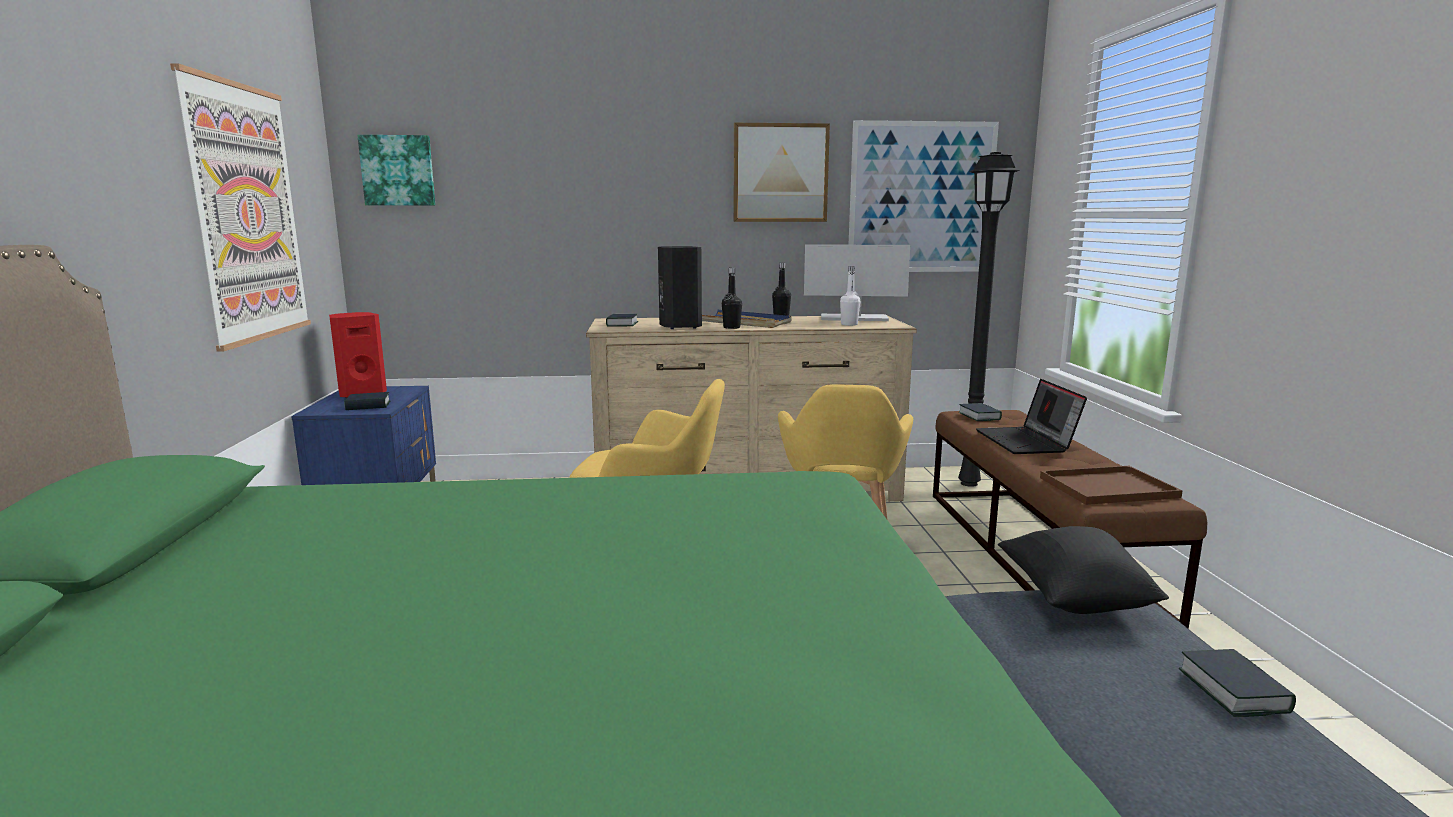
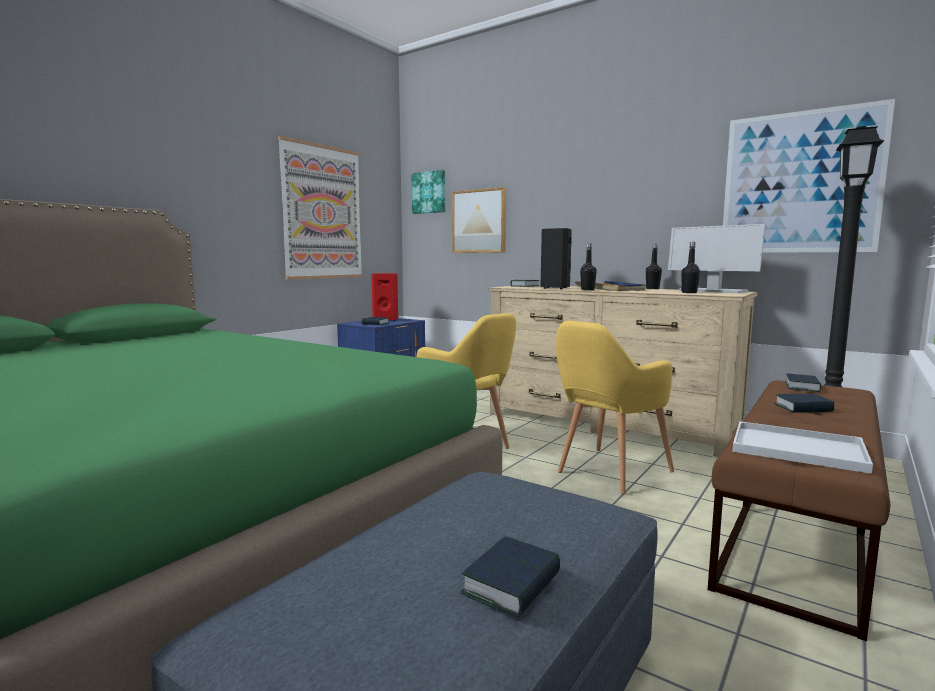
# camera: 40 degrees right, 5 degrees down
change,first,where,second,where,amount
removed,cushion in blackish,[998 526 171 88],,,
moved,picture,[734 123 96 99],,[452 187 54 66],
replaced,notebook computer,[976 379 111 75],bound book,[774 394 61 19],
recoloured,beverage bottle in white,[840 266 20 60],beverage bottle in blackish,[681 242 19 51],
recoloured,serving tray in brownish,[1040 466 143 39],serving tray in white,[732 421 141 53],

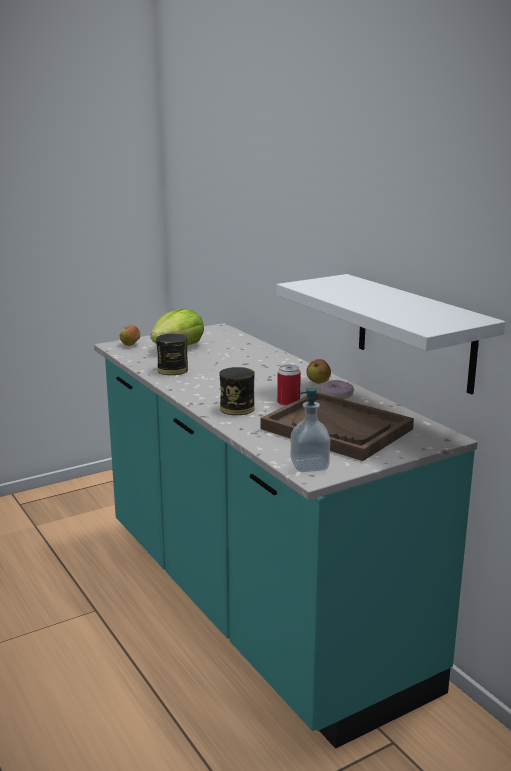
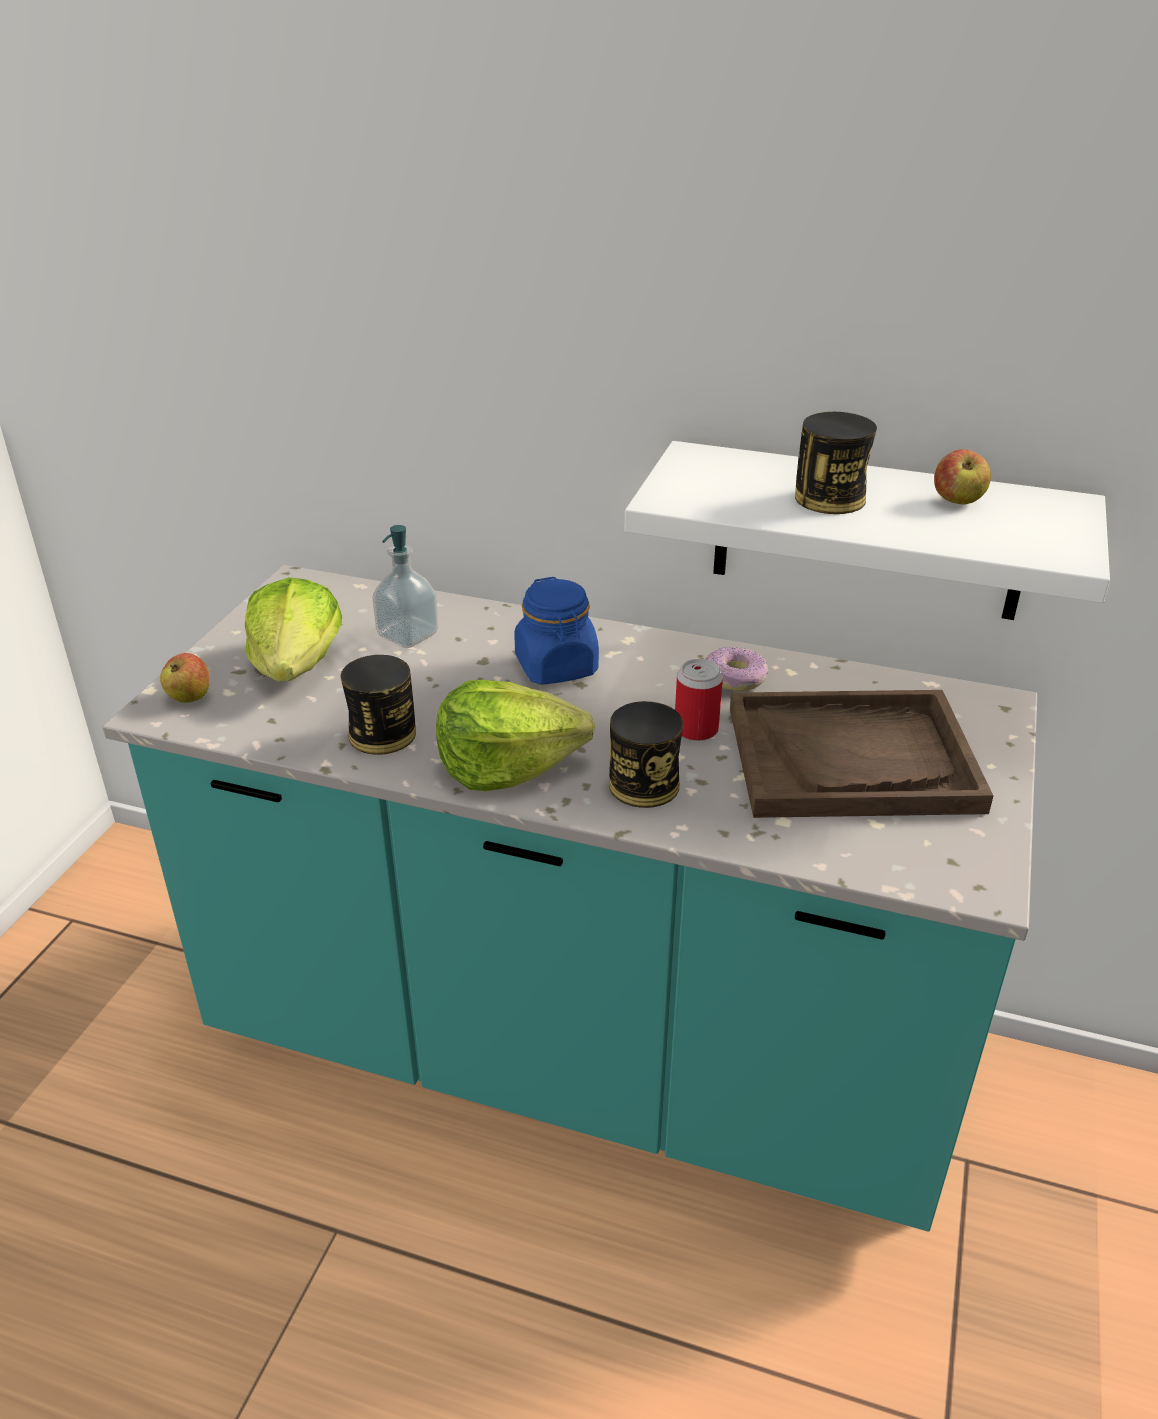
# camera: 40 degrees left, 15 degrees up
change,first,where,second,where,amount
added,,,lettuce,[436 680 159 111],
added,,,preserve jar in bluish,[515 577 84 108],
added,,,metal can,[795 412 82 102],
moved,liquid soap bottle,[291 388 39 84],,[372 525 67 123],
moved,whole apple,[306 359 25 25],,[934 449 57 56],

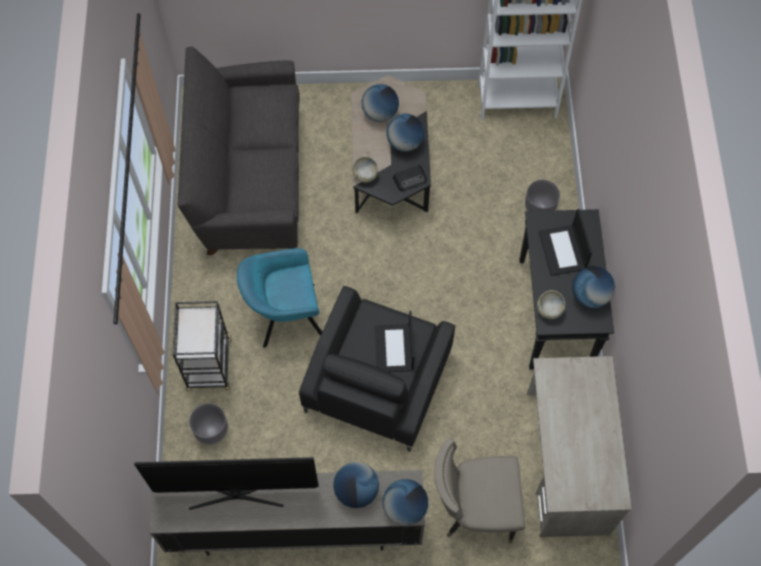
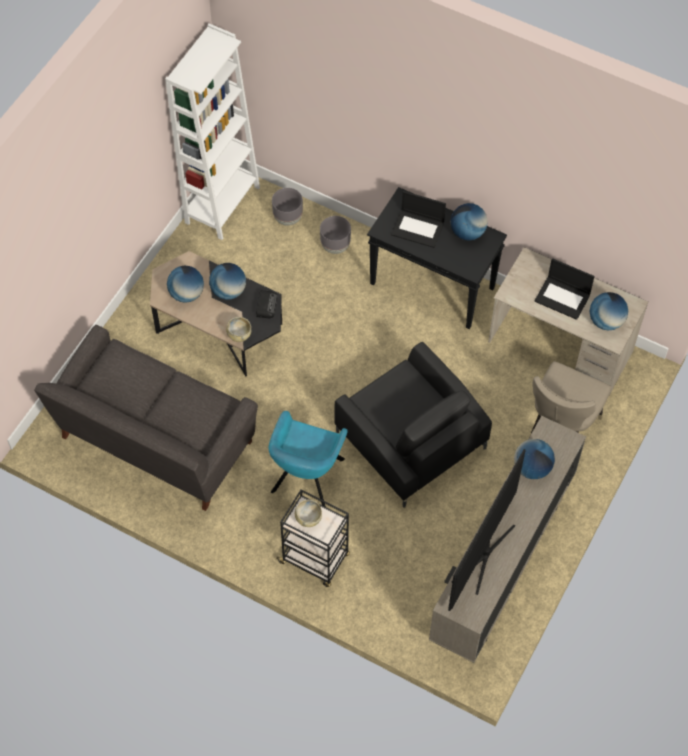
# camera: 60 degrees left, 5 degrees down
change,first,where,second,where,amount
moved,planter in gray,[189 403 39 42],,[272 188 31 38],
moved,notebook computer,[375 311 39 61],,[534 258 61 62],
moved,world globe,[382 479 46 47],,[590 292 38 38],
moved,deep dish in beige,[537 290 28 29],,[295 500 27 27],

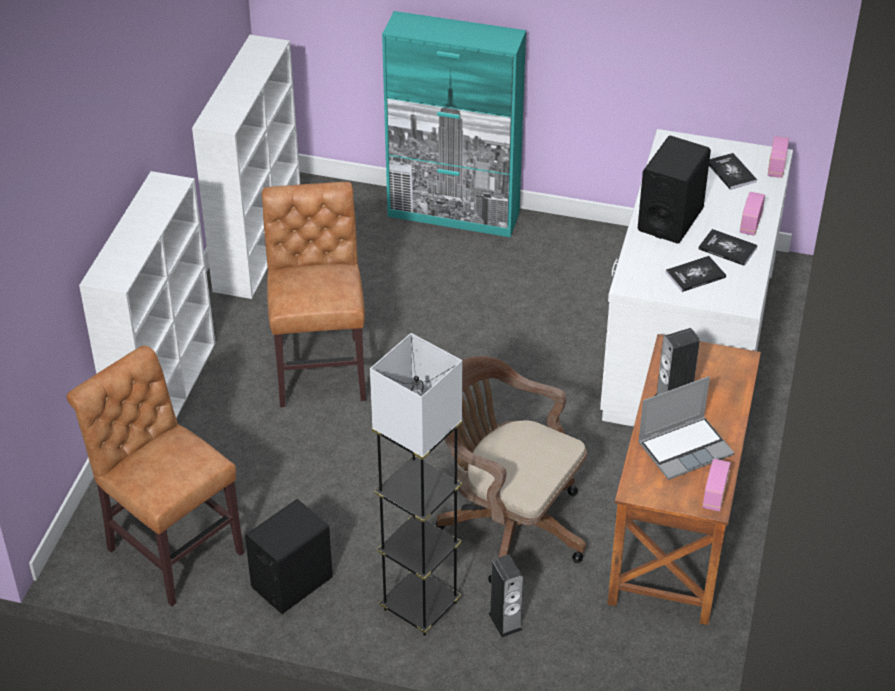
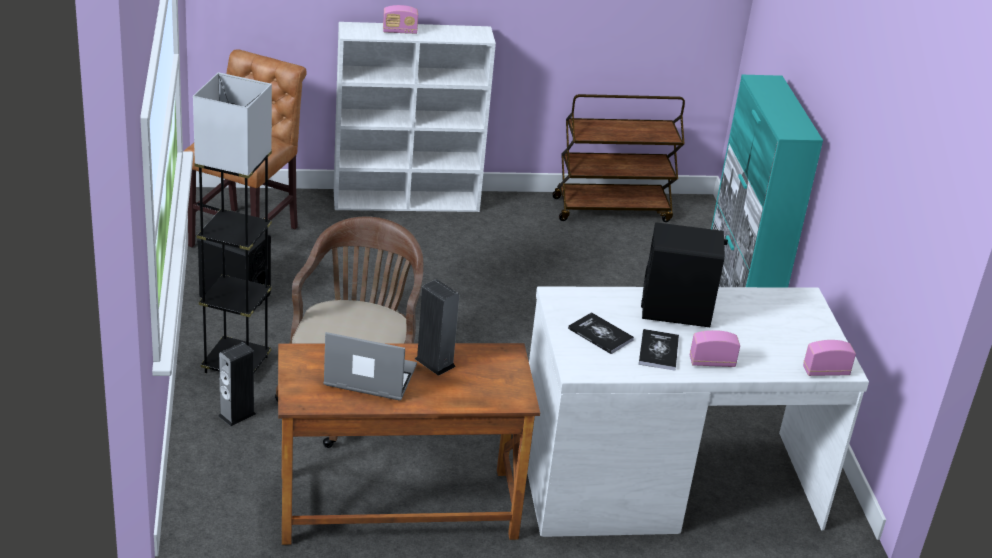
# camera: 65 degrees right, 10 degrees down
change,first,where,second,where,amount
removed,plain chair in brownish,[262 182 104 225],,,
removed,bound book,[709 153 48 37],,,
moved,radio set,[703 459 28 52],,[383 5 35 29],
replaced,bookshelf in white,[192 35 108 264],wheeled cart in brownish,[552 94 133 128],
turned,notebook computer,[638 376 96 104],,[323 332 94 68],150 degrees clockwise

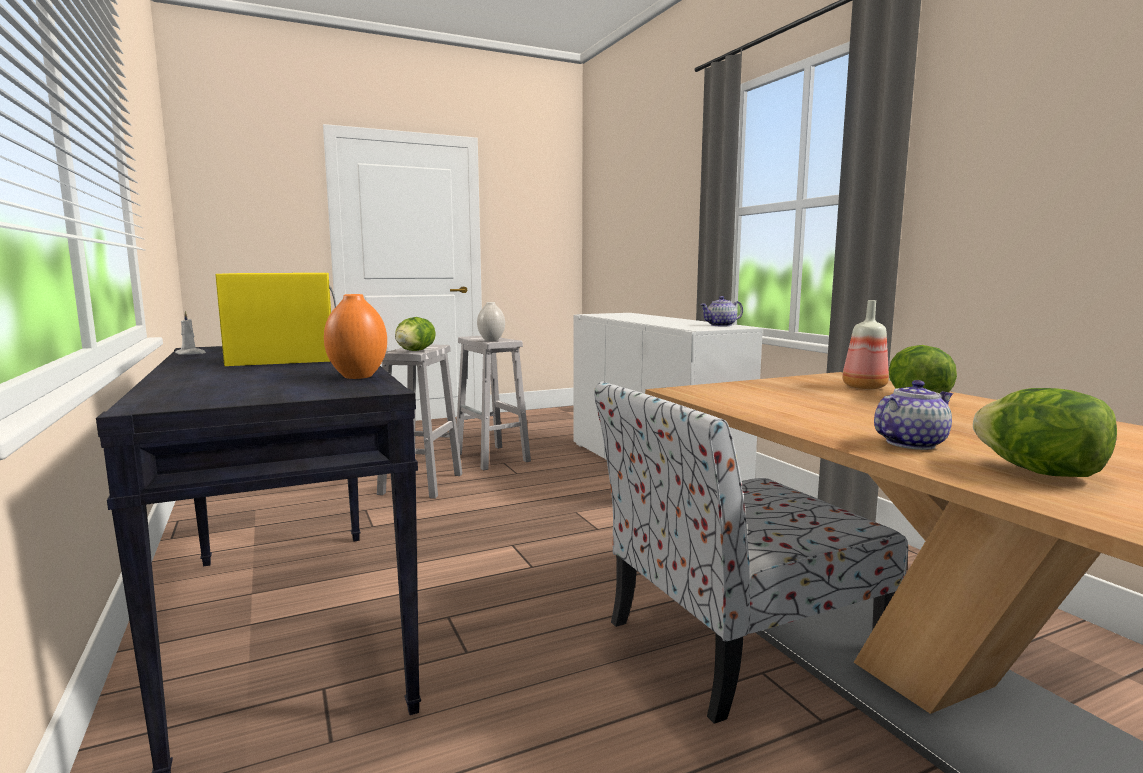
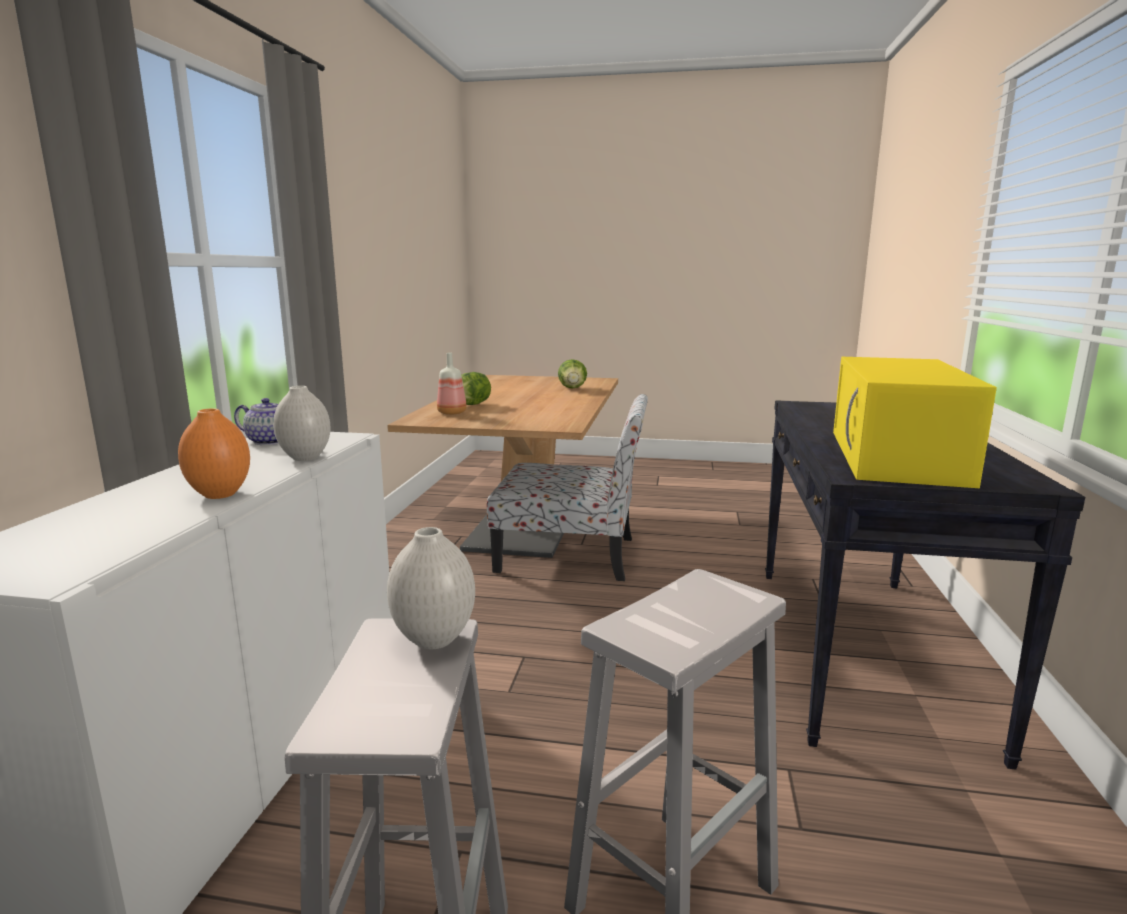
# camera: 145 degrees left, 5 degrees up
change,first,where,second,where,amount
removed,wax light in white,[175 311 31 44],,,
removed,lettuce,[395 317 41 34],,,
removed,teapot,[874 380 79 70],,,
added,,,vase in white,[273 386 58 75],
moved,vase in orange,[324 294 63 85],,[178 408 72 91],

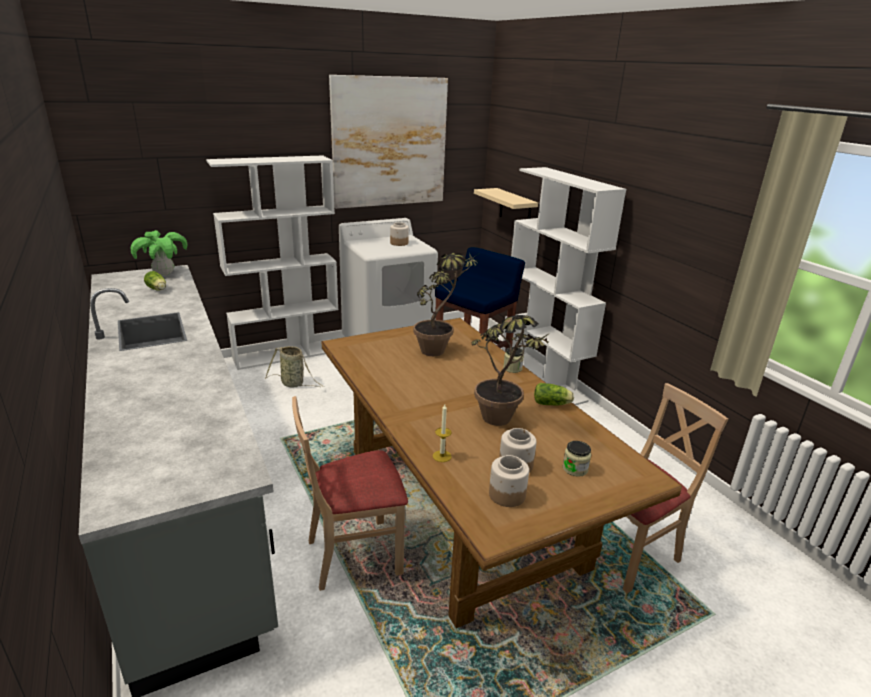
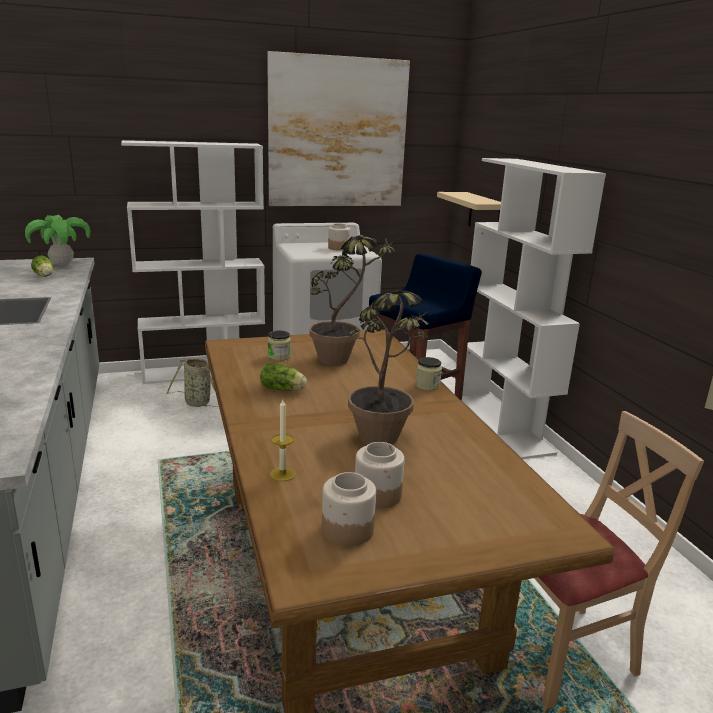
# camera: 10 degrees right, 5 degrees down
change,first,where,second,where,amount
removed,plain chair in beige,[292 396 116 195],,,
moved,lettuce,[534 383 40 22],,[260 362 47 29],
moved,preserve jar,[563 441 28 36],,[268 330 23 31],

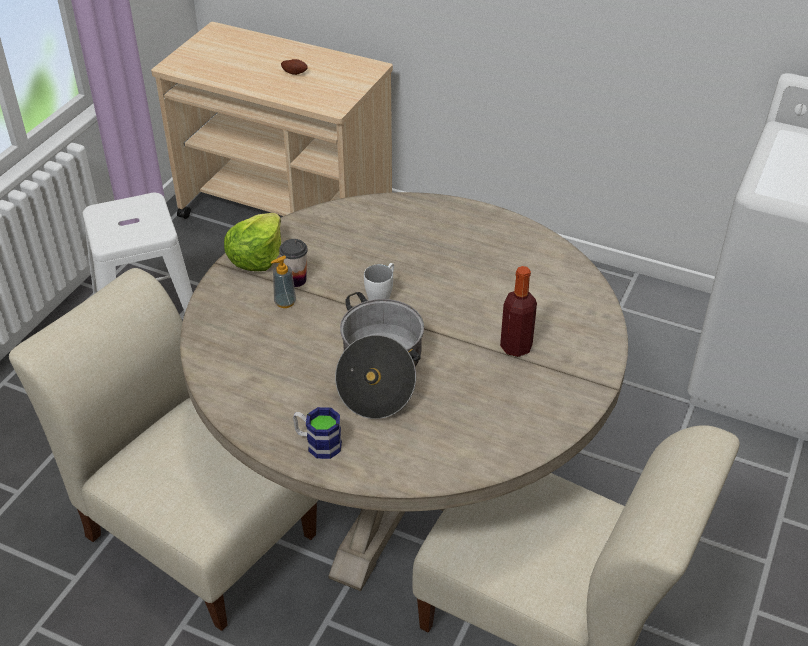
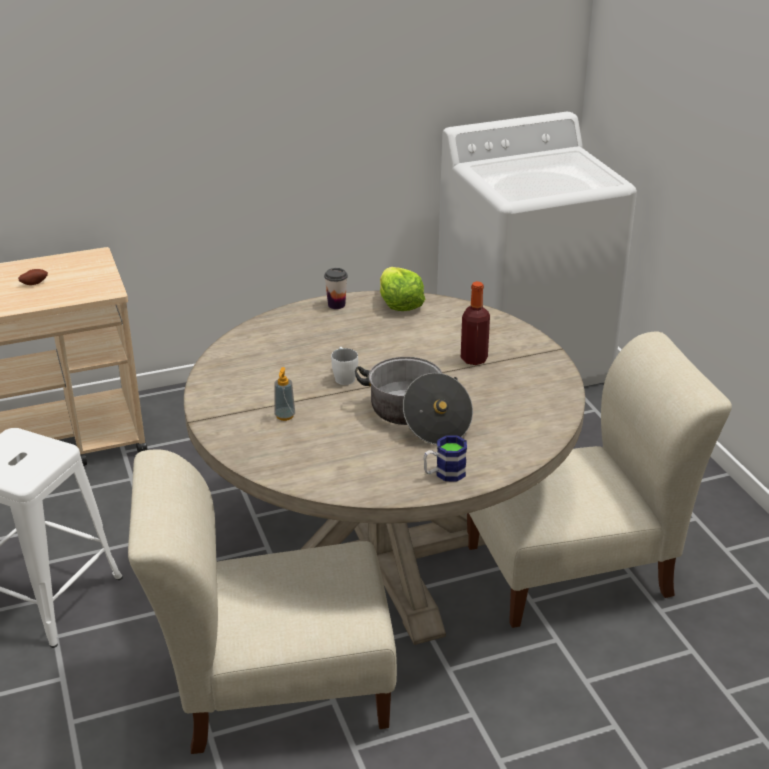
# camera: 45 degrees left, 10 degrees down
change,first,where,second,where,amount
moved,lettuce,[224 213 57 58],,[380 267 45 44],
moved,small cup,[279 239 29 48],,[324 268 24 41],

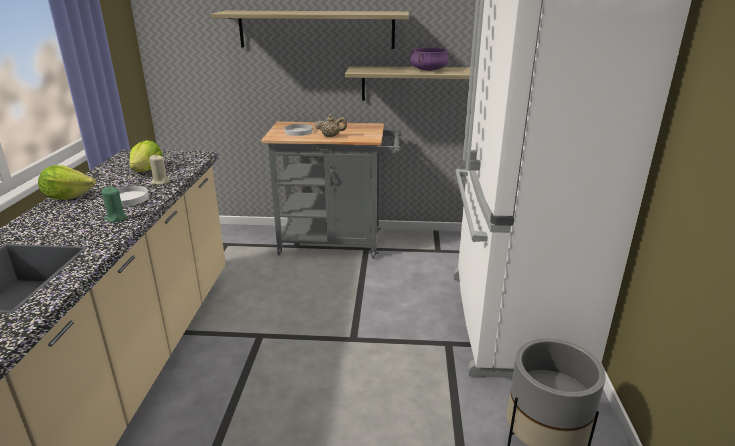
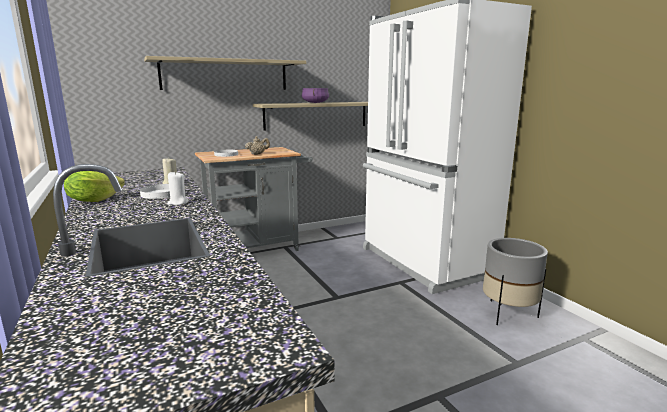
# camera: 30 degrees left, 10 degrees down
change,first,where,second,where,amount
removed,lettuce,[129 140 34 32],,,
recoloured,wax light in green-coloured,[101 187 26 36],wax light in white,[167 172 22 33],

